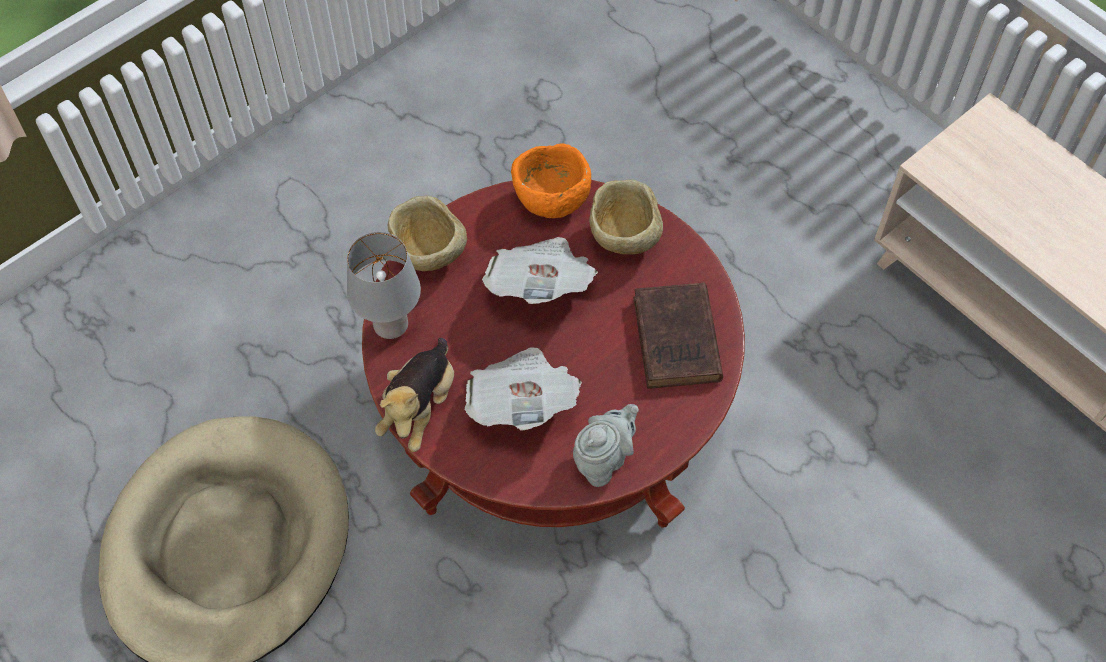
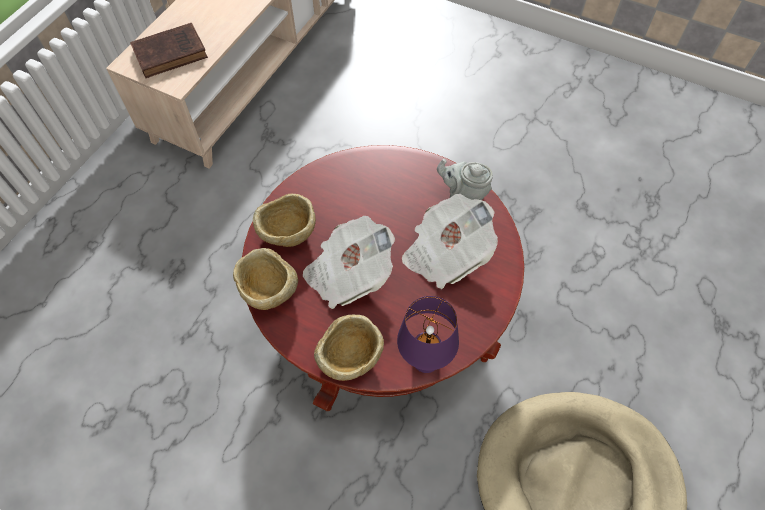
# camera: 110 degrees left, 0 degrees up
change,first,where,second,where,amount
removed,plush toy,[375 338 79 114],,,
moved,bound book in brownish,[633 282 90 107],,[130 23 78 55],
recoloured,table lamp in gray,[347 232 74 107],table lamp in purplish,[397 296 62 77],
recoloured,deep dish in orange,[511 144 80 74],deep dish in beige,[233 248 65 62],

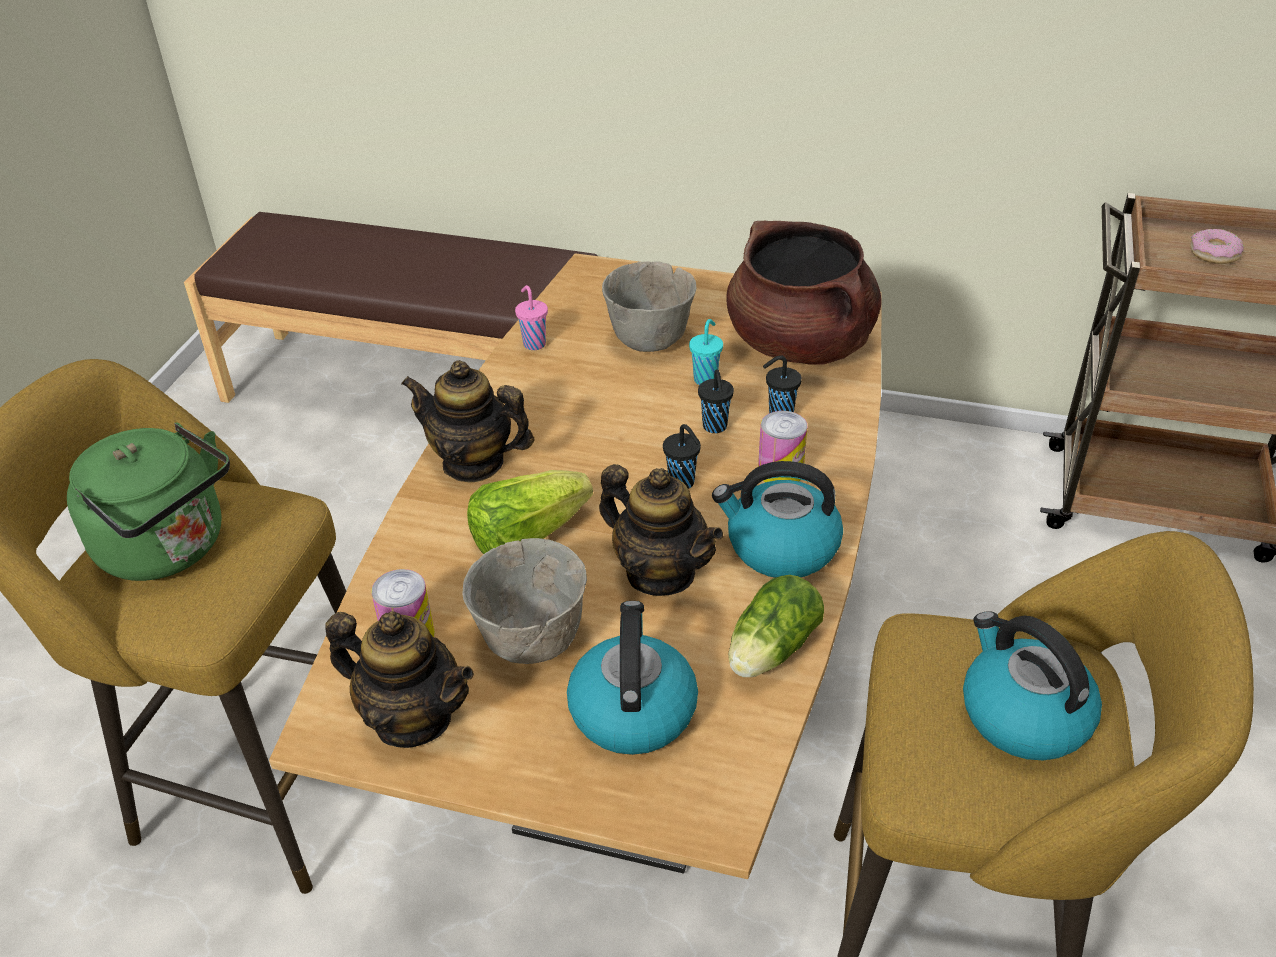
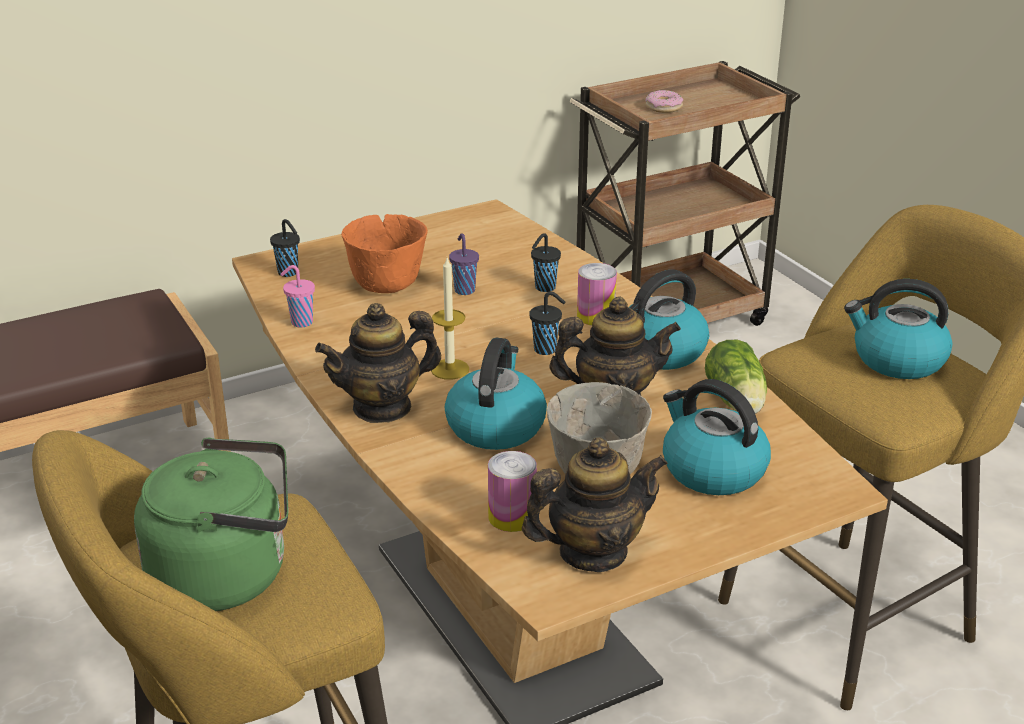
# camera: 45 degrees left, 10 degrees down
change,first,where,second,where,amount
removed,stockpot in brownish,[726 221 155 144],,,
added,,,wax light,[431 258 38 122],
moved,small cup in blackish,[698 369 36 64],,[270 219 30 58],
replaced,lettuce,[467 470 126 84],water kettle,[445 338 102 112],
recoloured,deep dish in gray,[602 261 94 91],deep dish in orange,[341 214 87 79],
recoloured,small cup in turquoise-coloured,[689 319 34 66],small cup in purplish,[449 233 30 62],

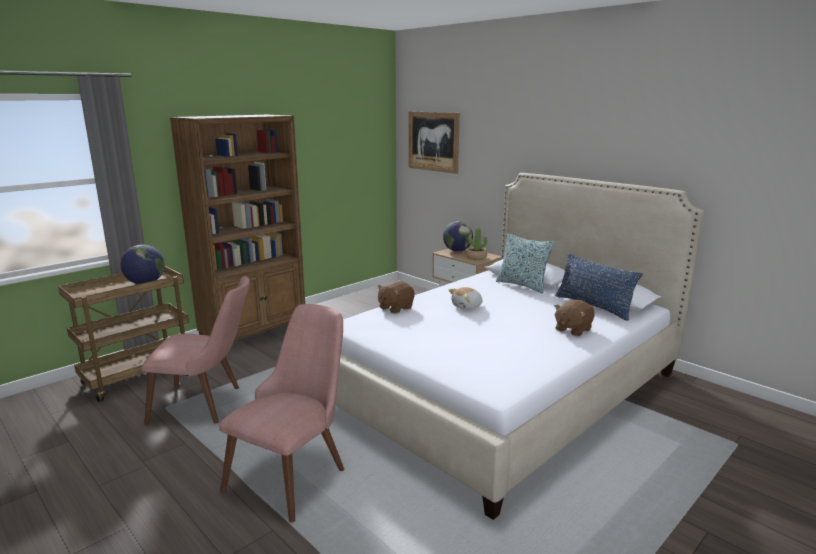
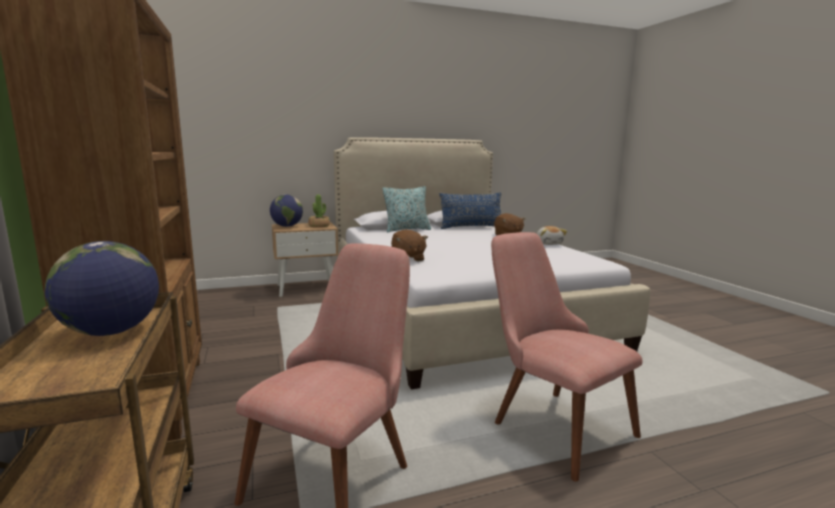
# camera: 65 degrees left, 5 degrees down
change,first,where,second,where,amount
removed,picture,[409 111 51 63],,,
moved,plush toy,[448 287 34 23],,[537 226 30 19],

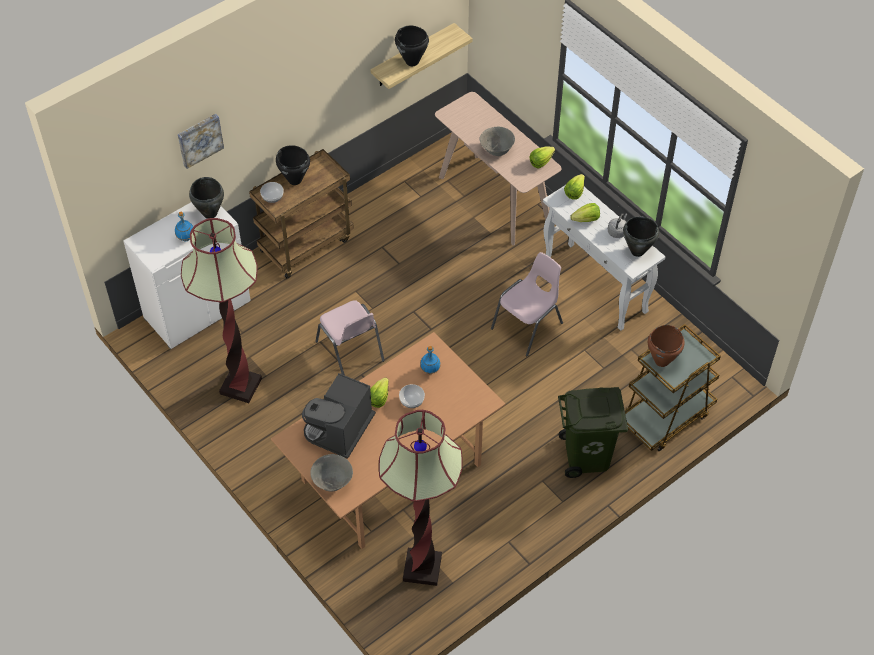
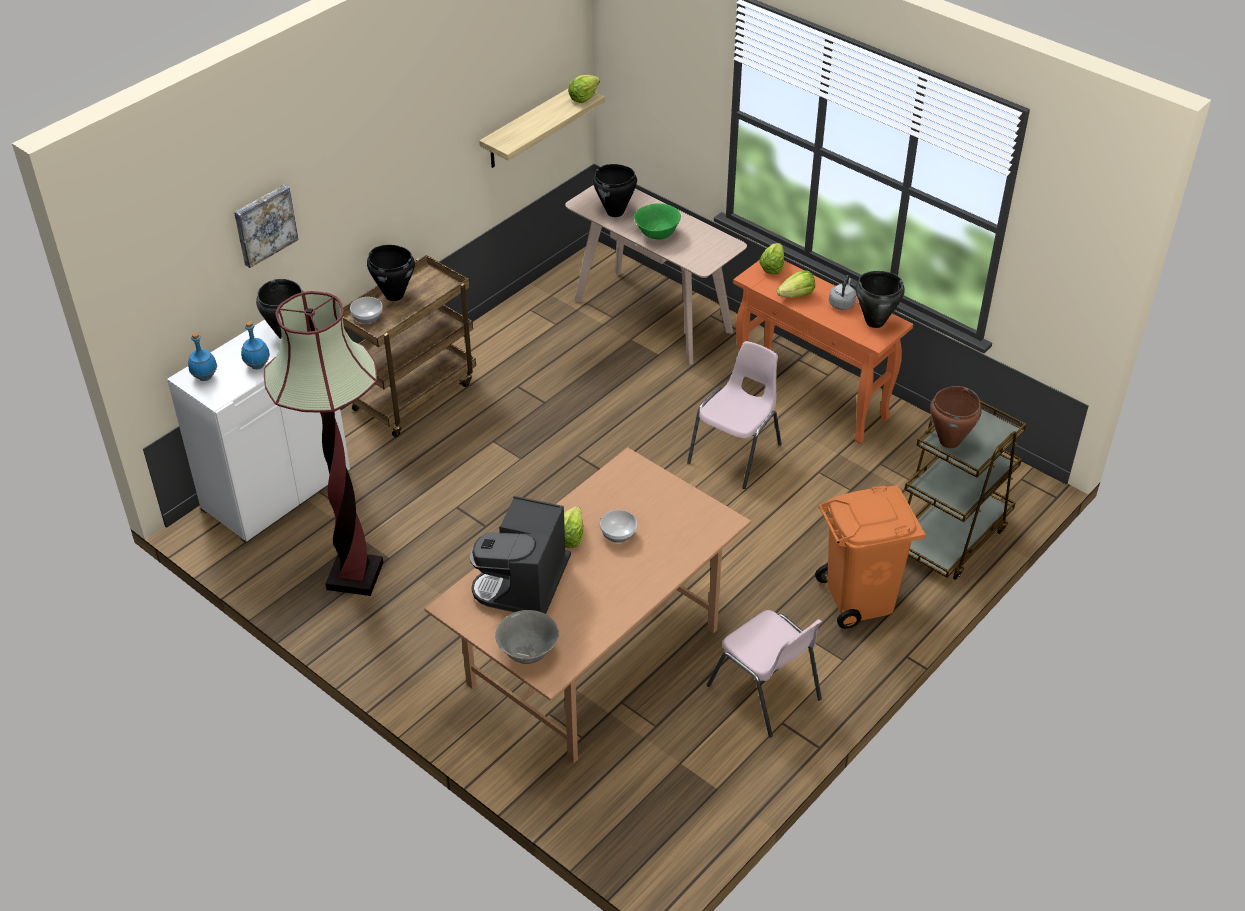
# camera: 10 degrees left, 10 degrees down
change,first,where,second,where,amount
removed,standard lamp,[379 410 84 176],,,
moved,plain chair in pink-coloured,[315 300 70 75],,[707 610 115 128],
moved,stockpot in blackish,[395 26 34 40],,[593 164 44 53],
moved,beverage bottle in bluish,[420 346 21 28],,[188 333 29 48],
moved,lettuce,[529 146 26 23],,[568 75 32 28],
recoloured,deep dish in gray,[479 127 36 29],deep dish in green-coloured,[634 203 47 37],
recoloured,narrow table in white,[543 186 123 145],narrow table in orange,[733 260 180 184],
recoloured,trash can in green-coloured,[558 387 70 91],trash can in orange,[815 485 111 144],

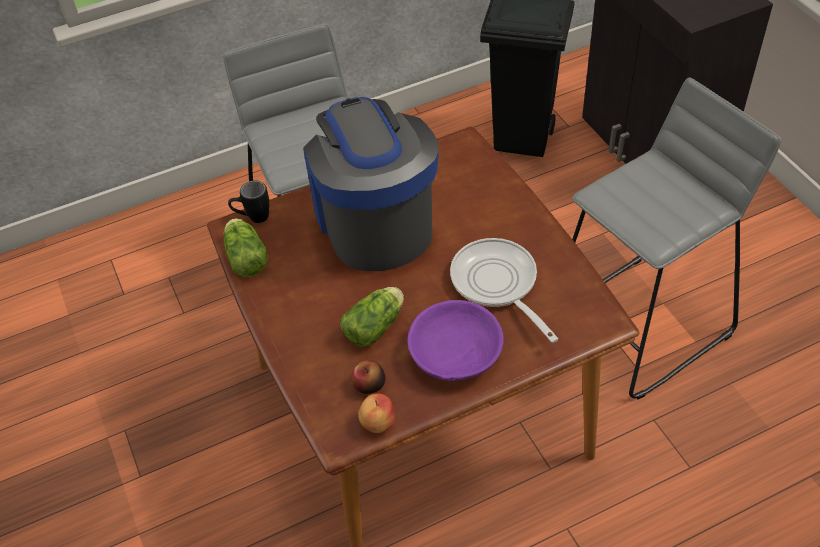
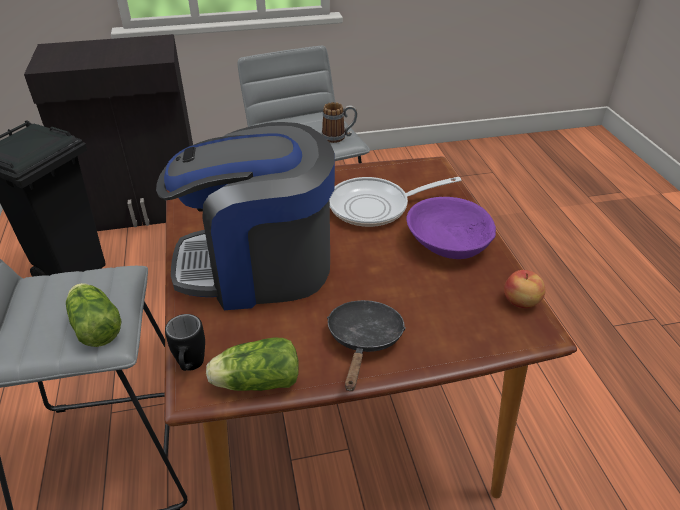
# camera: 80 degrees left, 10 degrees down
change,first,where,second,where,amount
removed,whole apple,[352 360 33 34],,,
added,,,tea mug,[322 102 35 41],
added,,,frying pan in blackish,[327 300 79 91],
moved,lettuce,[340 287 64 60],,[66 283 55 64],

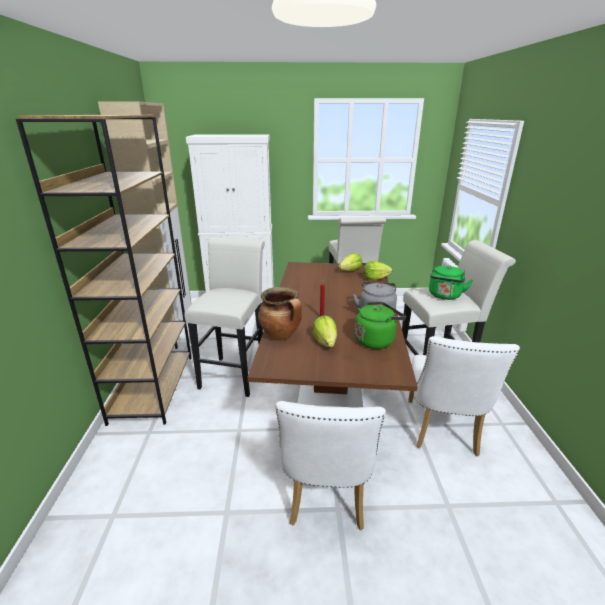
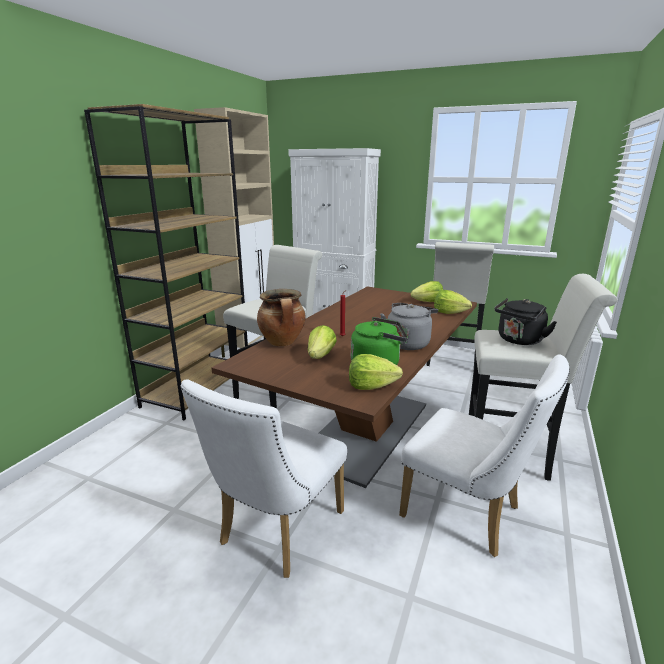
# camera: 25 degrees right, 5 degrees down
change,first,where,second,where,amount
added,,,lettuce,[349 354 54 36],
recoloured,water kettle in green-coloured,[429 265 44 35],water kettle in blackish,[495 298 62 47],
turned,plain chair in white,[408 336 112 120],,[399 354 171 203],90 degrees counterclockwise

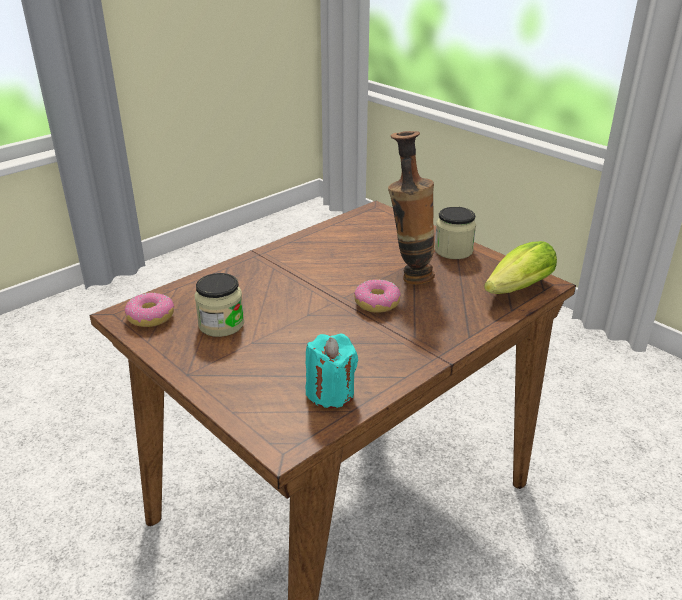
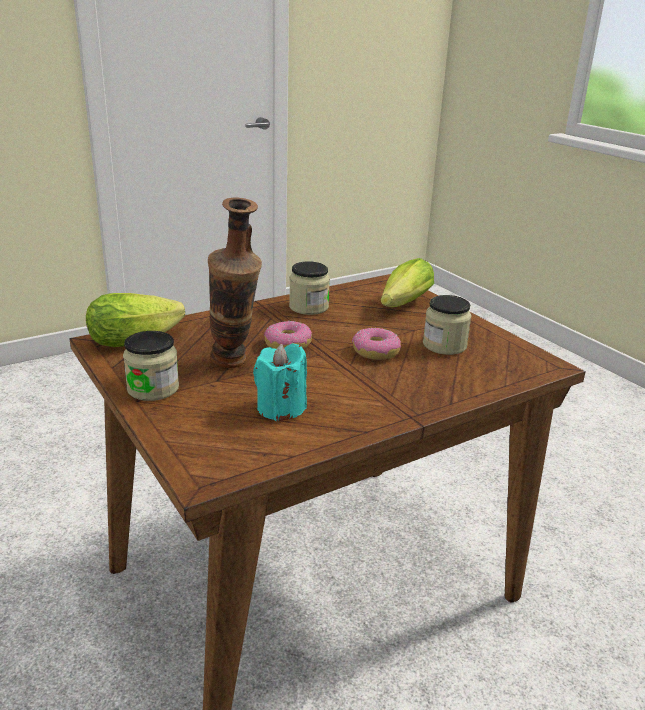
# camera: 170 degrees left, 5 degrees down
change,first,where,second,where,amount
added,,,preserve jar,[289 261 41 54],
added,,,lettuce,[380 258 54 49],
moved,doughnut,[125 292 50 35],,[352 328 49 32],
moved,wax light in turquoise-coloured,[305 334 53 74],,[253 343 54 78],

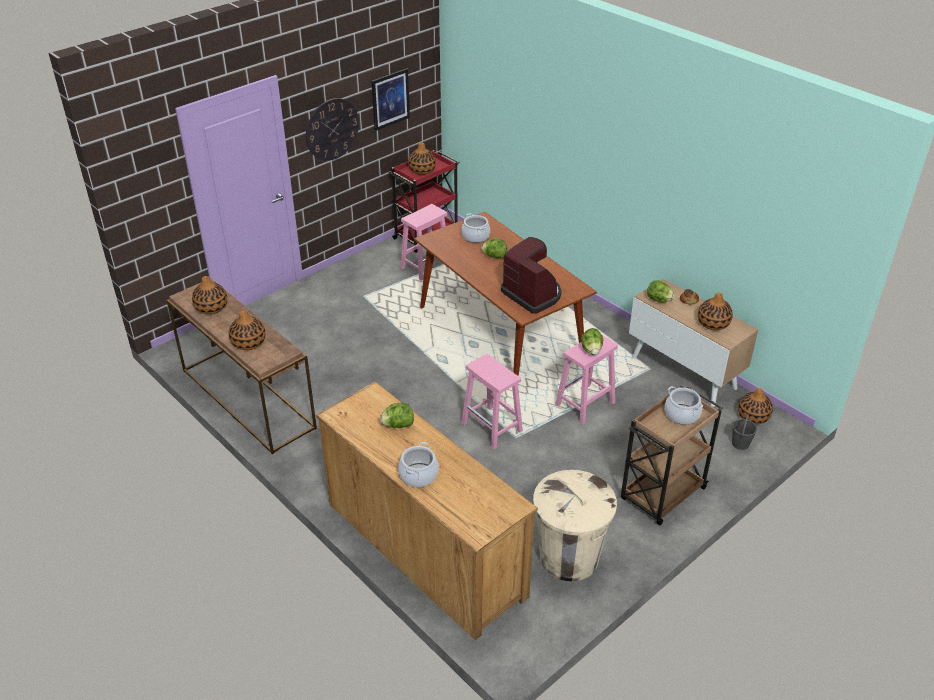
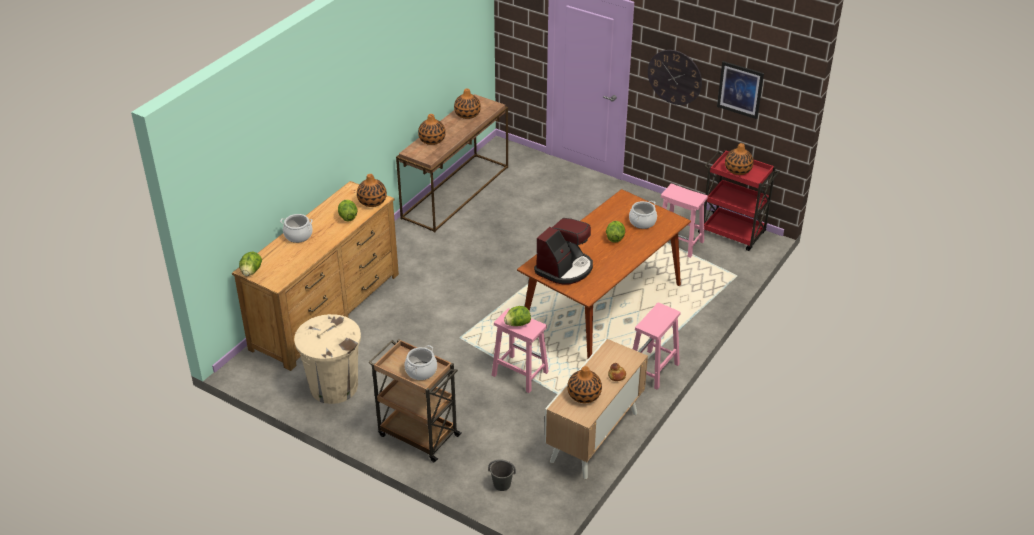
# camera: 75 degrees right, 0 degrees up
change,first,where,second,where,amount
moved,stool in pink-coloured,[461 354 62 95],,[633 302 48 88],
moved,lettuce,[647 280 28 23],,[239 252 23 24],
moved,vase,[738 388 35 36],,[357 174 30 33],

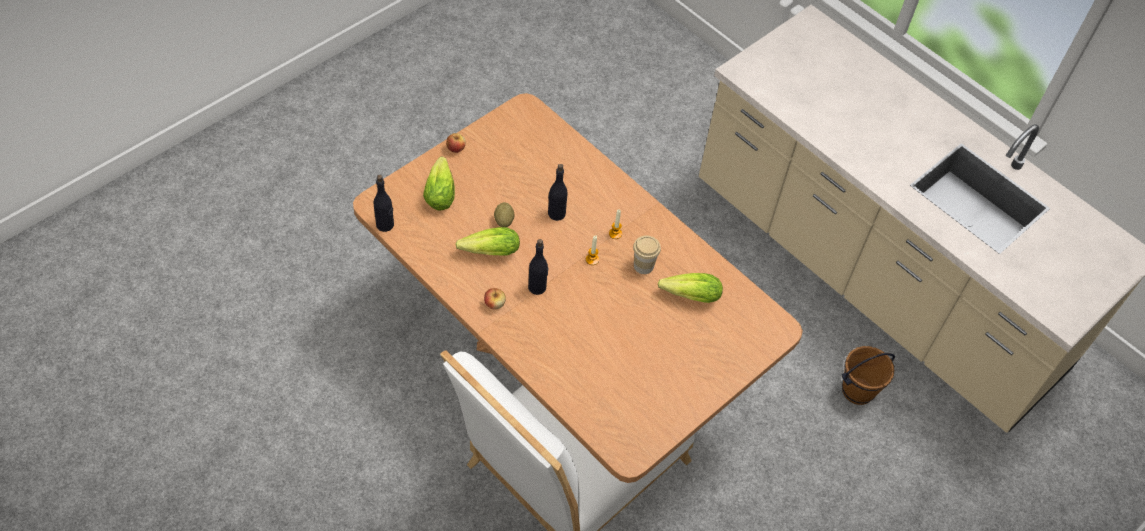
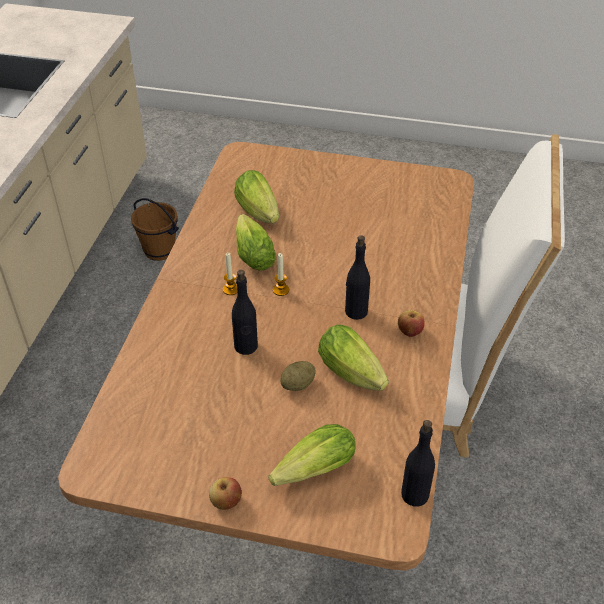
# camera: 120 degrees left, 10 degrees down
change,first,where,second,where,amount
replaced,small cup,[633 235 28 39],lettuce,[236 214 40 56],

